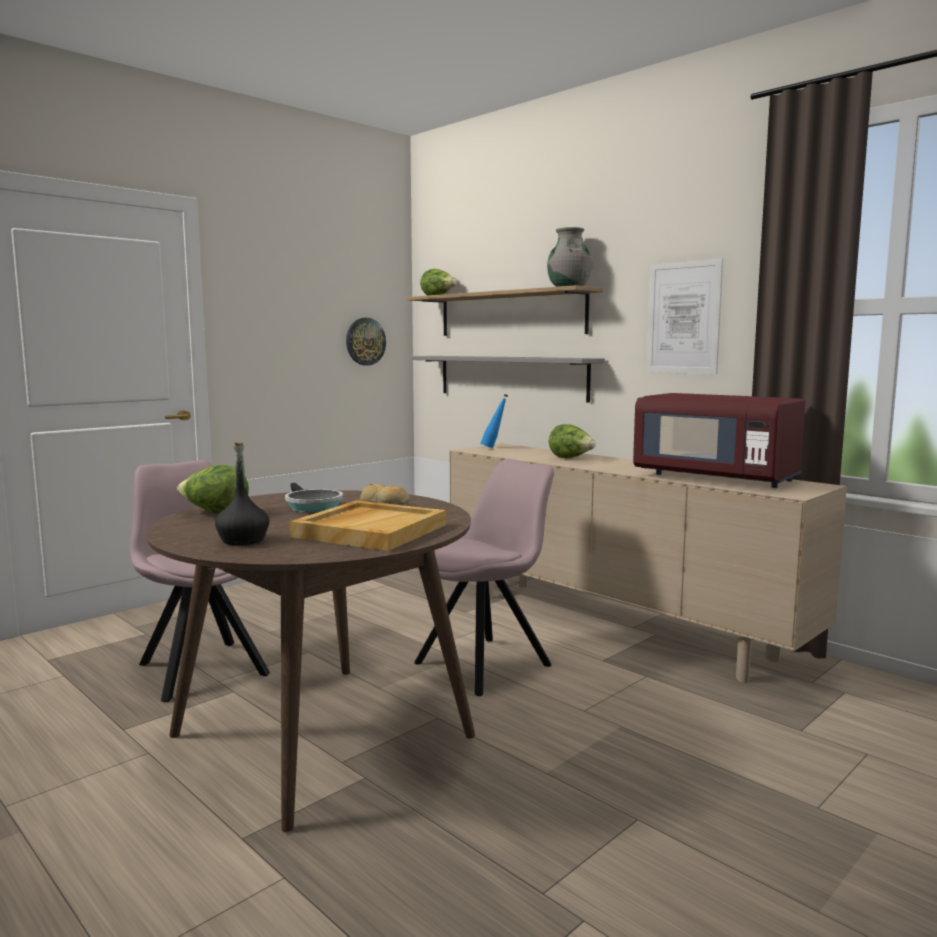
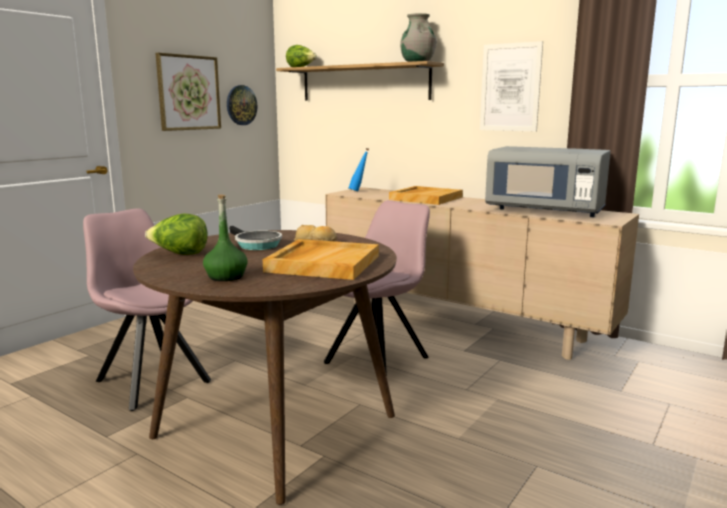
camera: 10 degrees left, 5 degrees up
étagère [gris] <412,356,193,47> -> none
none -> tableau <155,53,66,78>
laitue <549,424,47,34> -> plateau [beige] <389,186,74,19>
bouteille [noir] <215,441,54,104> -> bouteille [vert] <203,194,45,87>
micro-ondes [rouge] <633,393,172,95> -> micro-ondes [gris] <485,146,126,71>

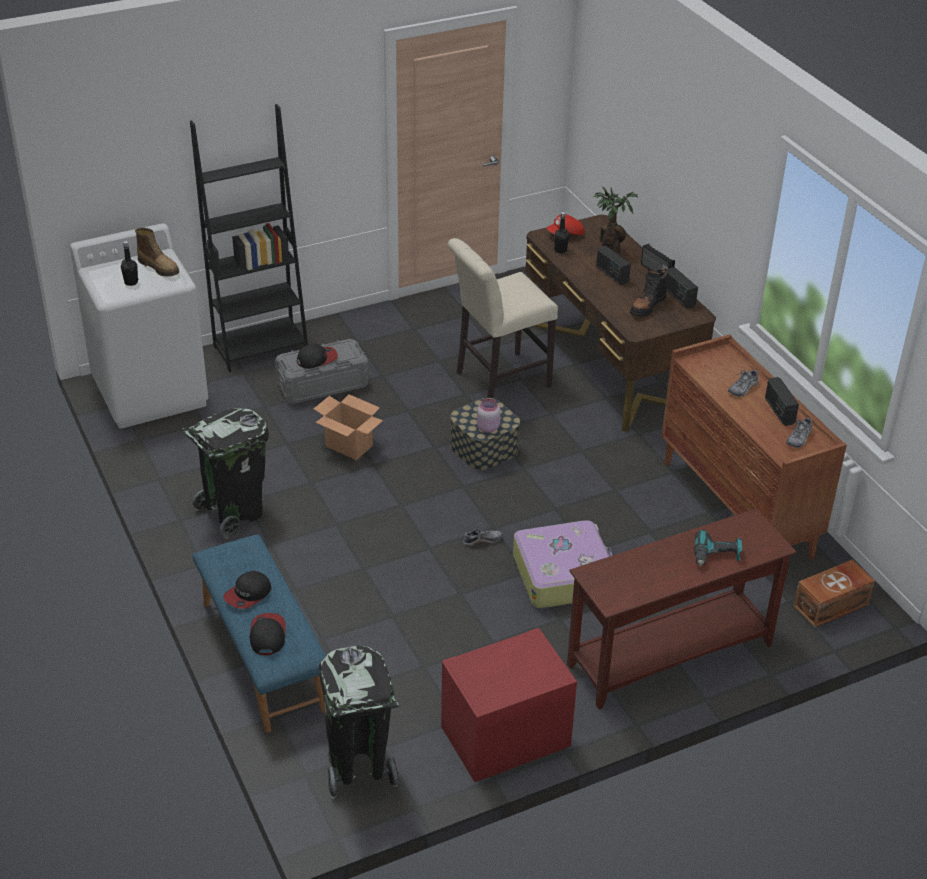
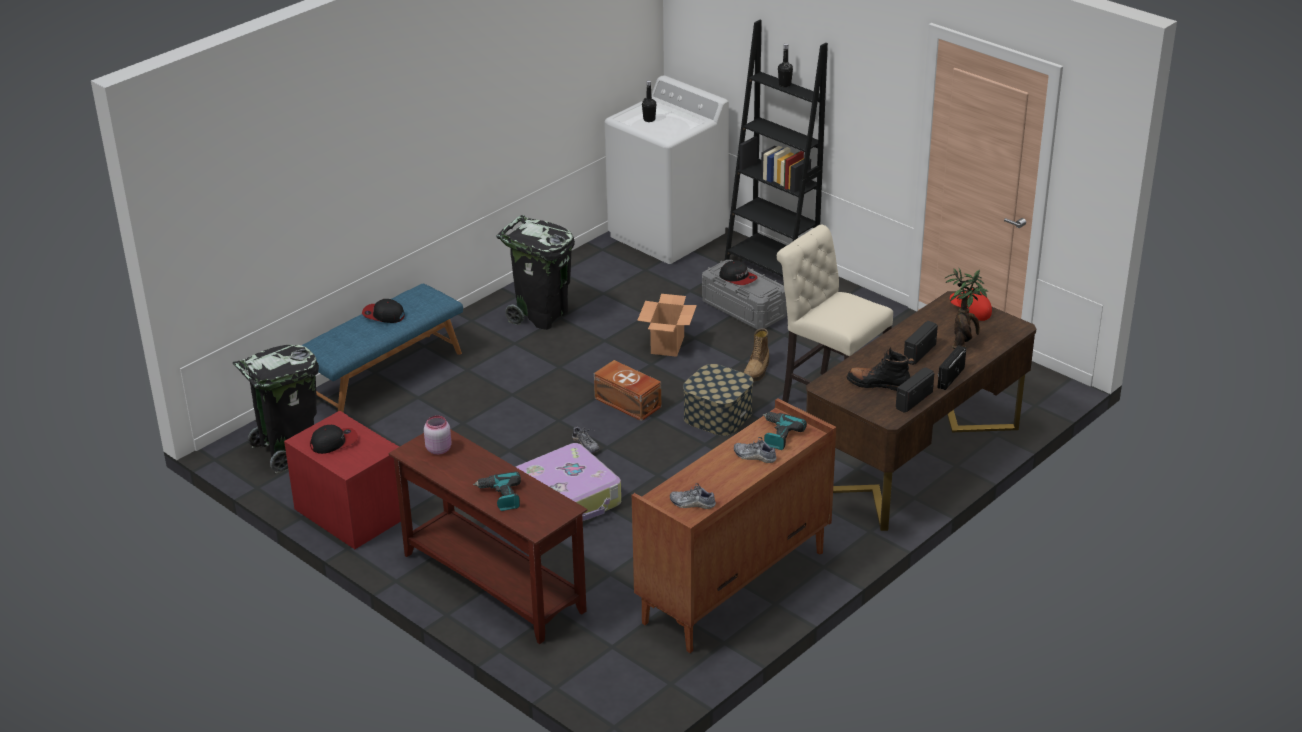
camera: 70 degrees right, 5 degrees down
radio <765,377,34,49> -> none
none -> perceuse <762,412,45,38>
botte <135,228,44,48> -> botte <744,328,25,54>, shifted
casquette <250,613,36,42> -> casquette <310,425,48,29>, shifted
bocal [rose] <477,399,23,34> -> bocal [rose] <424,415,28,40>, shifted
bouteille [noir] <554,212,15,42> -> bouteille [noir] <778,44,15,43>, shifted
boîte de rangement [marron] <793,559,82,69> -> boîte de rangement [marron] <594,360,67,61>, shifted

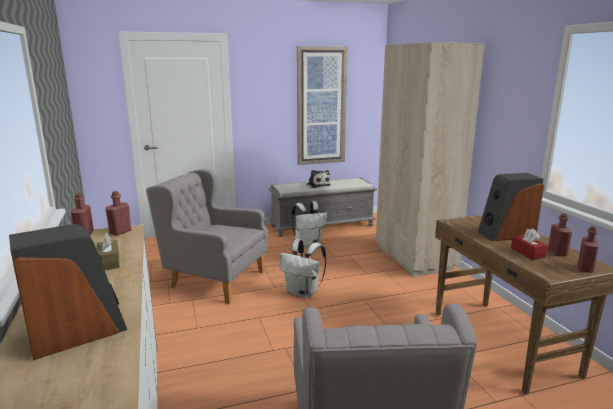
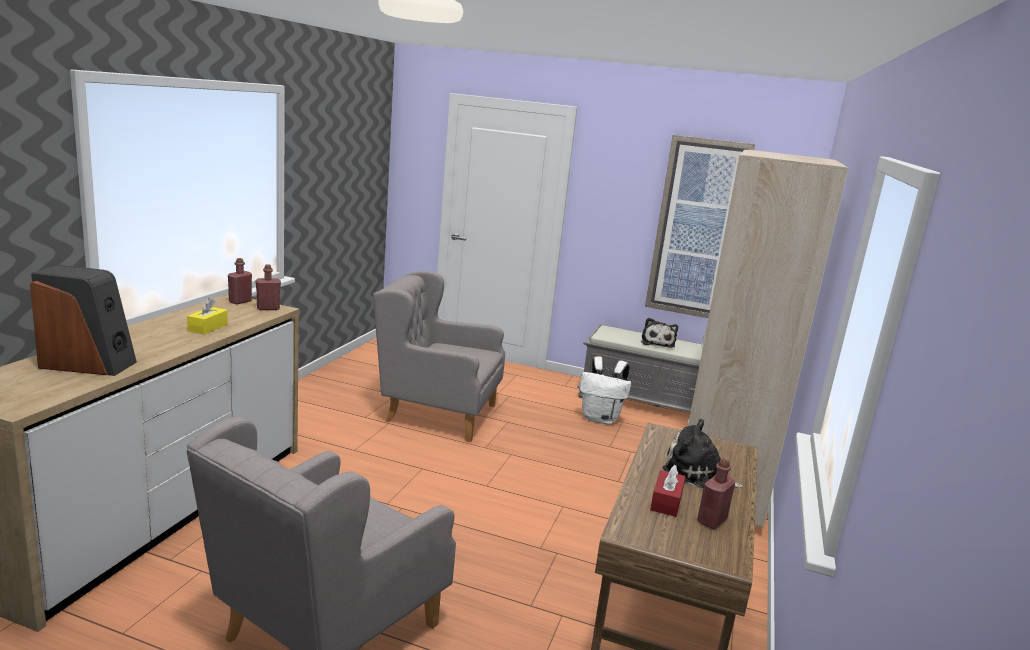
camera: 35 degrees right, 0 degrees up
sac à dos [blanc] <280,239,46,59> -> none
bouteille [rouge] <578,226,21,47> -> none
enceinte <478,173,66,68> -> peluche <662,419,81,69>
boîte à mouchoirs [marron] <96,233,24,37> -> boîte à mouchoirs [jaune] <187,298,41,37>
fauteuil [gris] <146,169,122,135> -> fauteuil [gris] <373,271,132,171>, 45 degrees counterclockwise

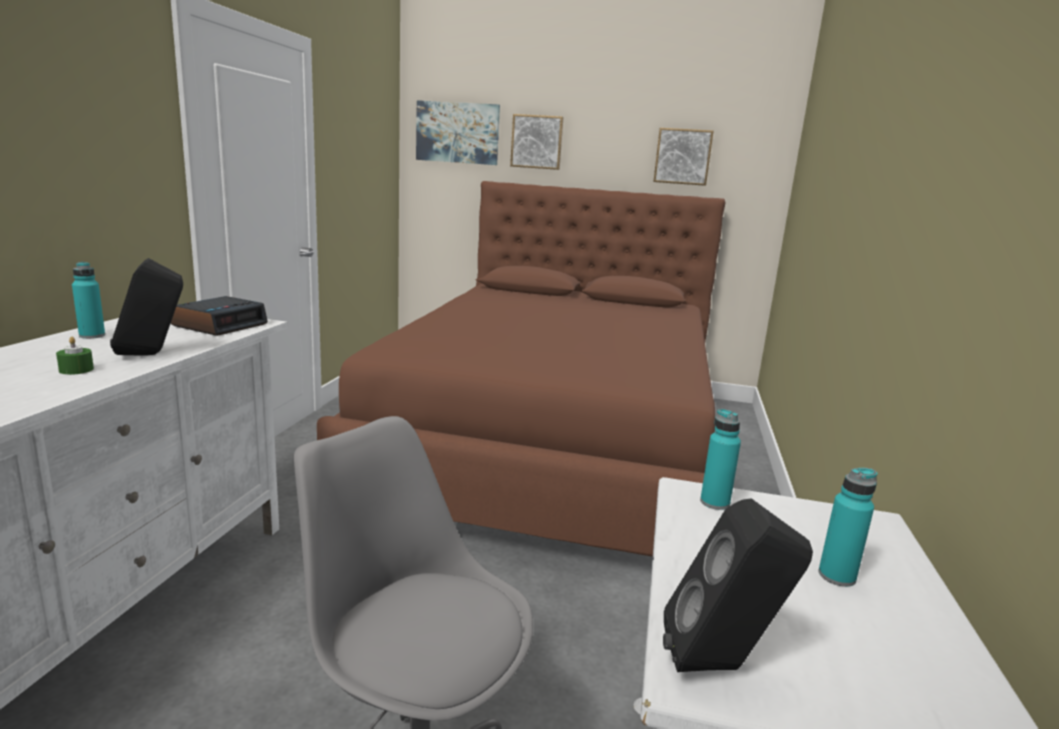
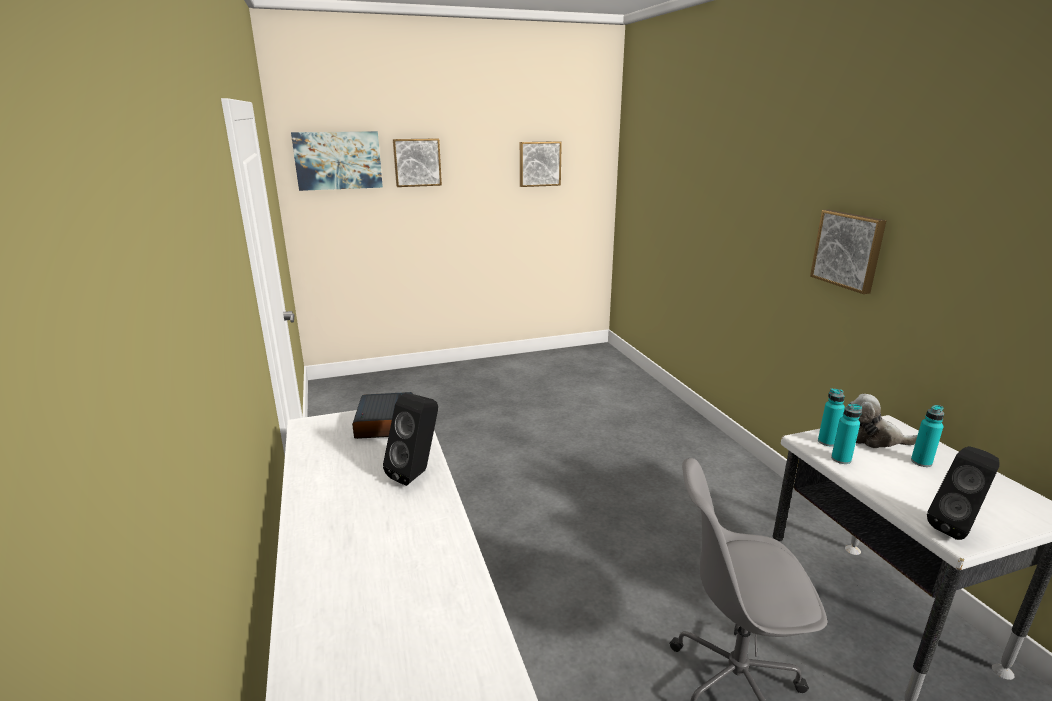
camera: 30 degrees left, 5 degrees up
bougie [vert] <56,336,38,39> -> none
lit [marron] <317,181,409,376> -> none
none -> tableau <810,209,76,85>
none -> peluche <846,394,72,54>
bouteille [turquoise] <72,262,33,77> -> bouteille [turquoise] <831,404,31,60>, shifted

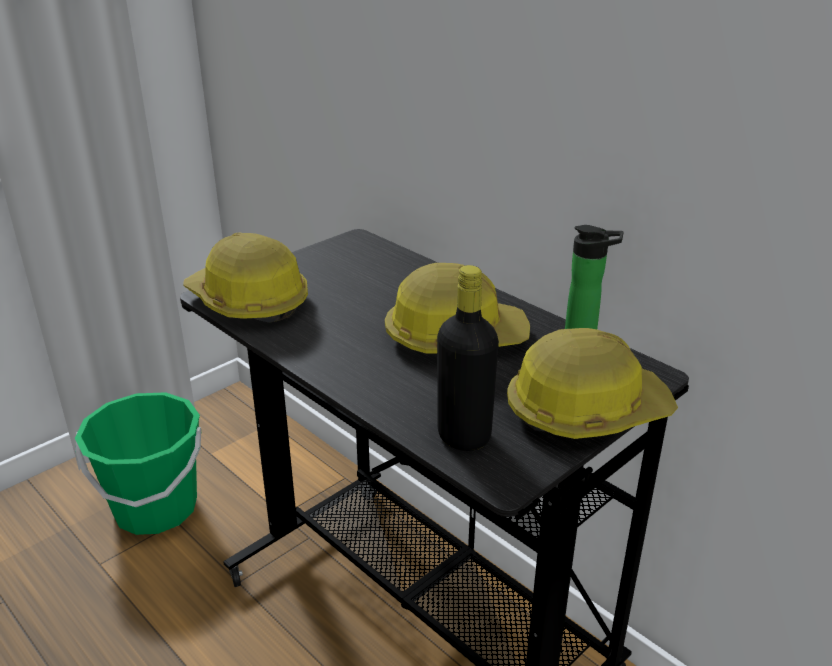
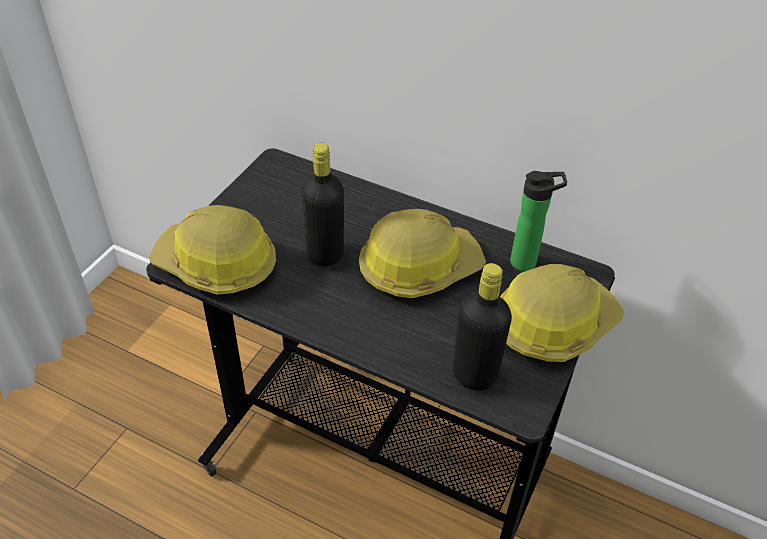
camera: 20 degrees left, 15 degrees up
seau [vert] <75,392,126,143> -> none
none -> bouteille [noir] <302,143,42,124>

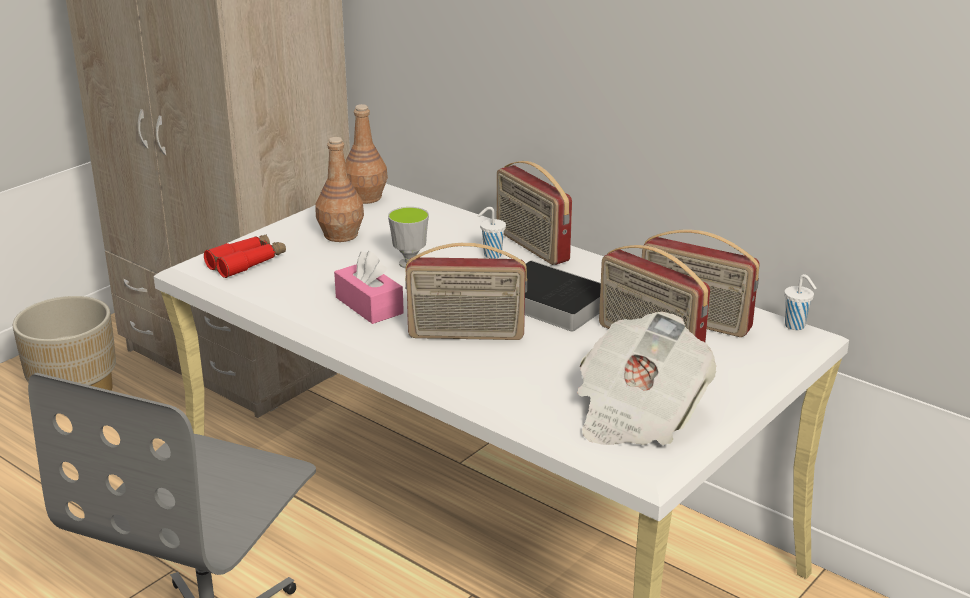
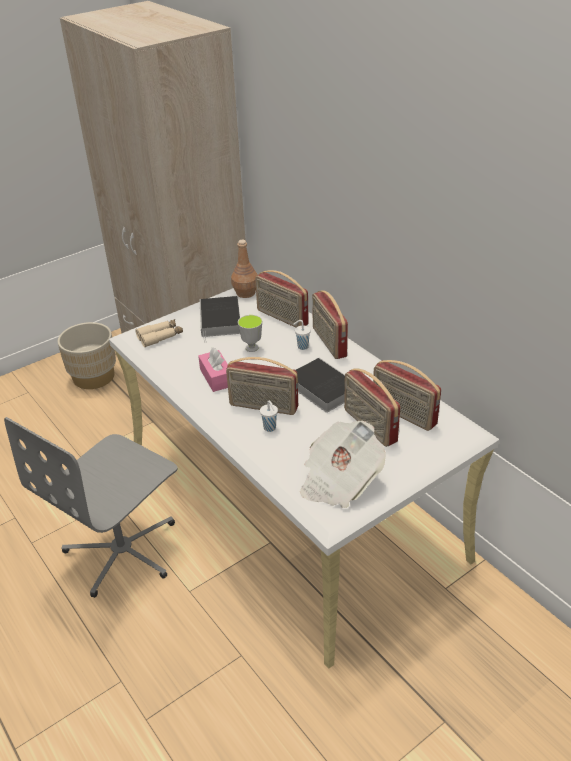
camera: 15 degrees right, 10 degrees up
none -> radio <255,270,54,57>
tasse [blanc] <784,274,32,56> -> tasse [blanc] <260,400,18,32>, shifted
bouteille [marron] <315,137,49,105> -> livre <200,296,40,47>
jumelles [rouge] <204,234,82,44> -> jumelles [beige] <135,319,48,28>

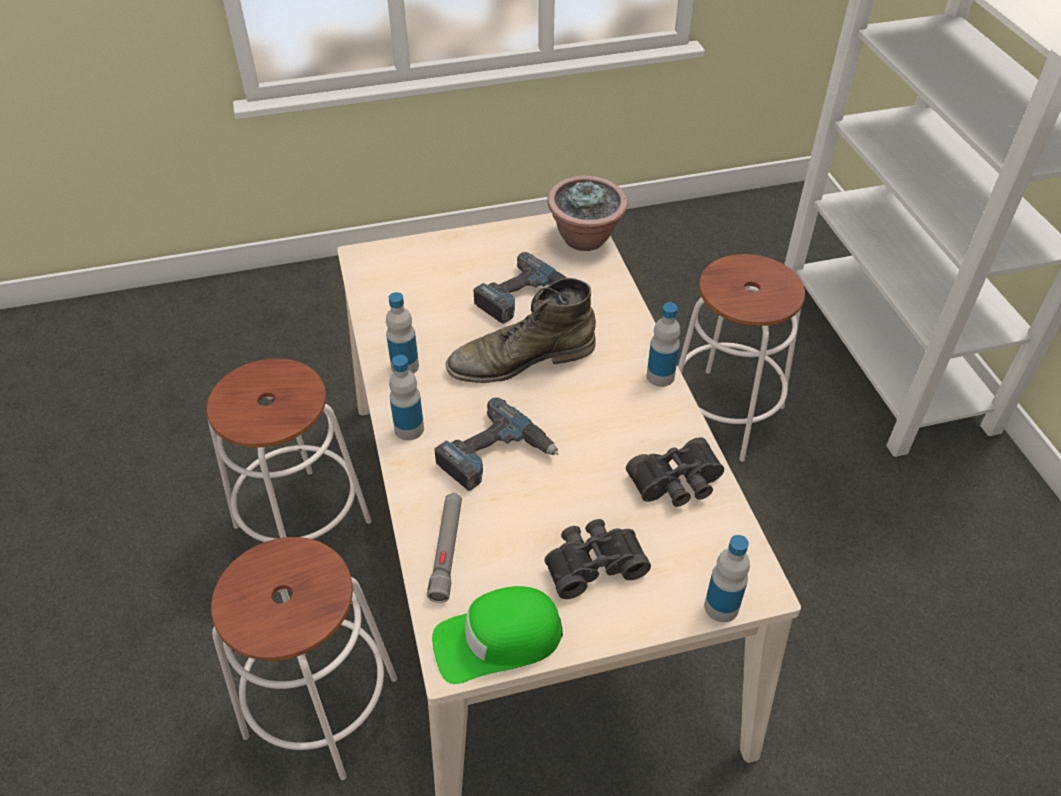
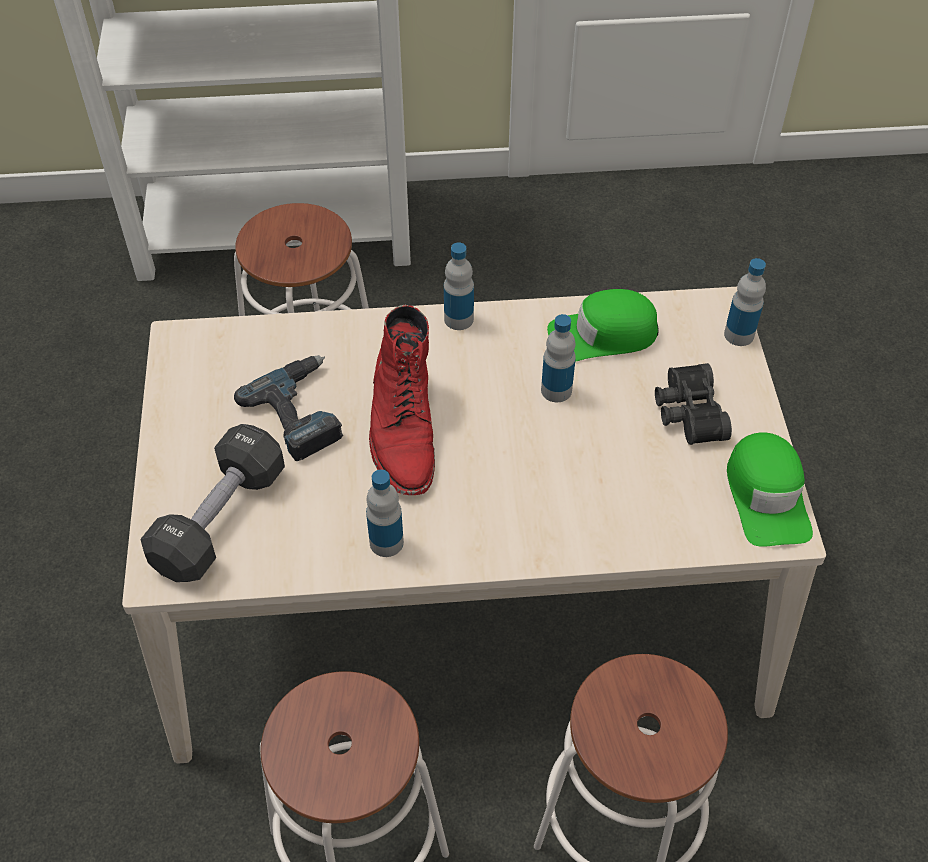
camera: 80 degrees left, 5 degrees up
lampe de poche [gris] <427,493,35,110> -> none
perceuse <434,397,125,94> -> none
plante en pot <547,176,81,75> -> none
none -> haltère [noir] <141,424,144,158>
bouteille <389,355,35,85> -> bouteille <541,314,35,88>, shifted
jumelles [noir] <626,437,98,70> -> casquette [vert] <547,289,112,73>
botte [vert] <446,278,150,105> -> botte [rouge] <369,305,66,190>

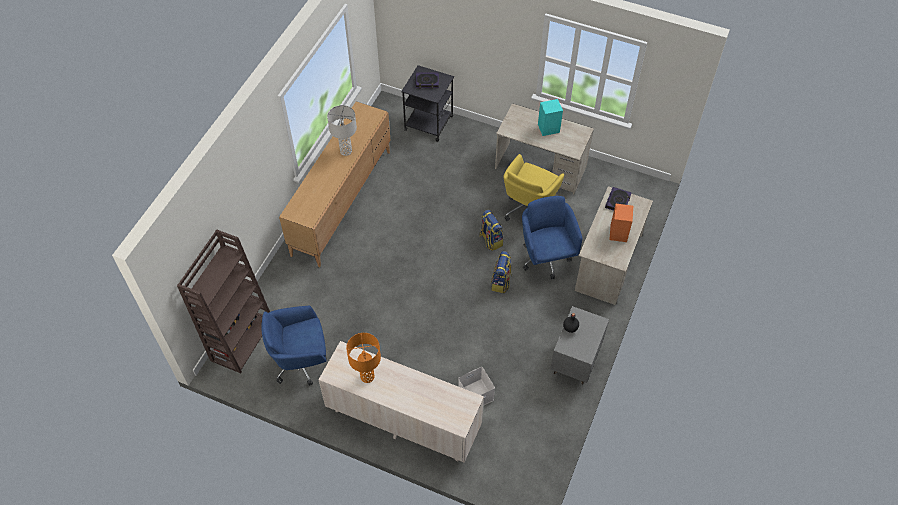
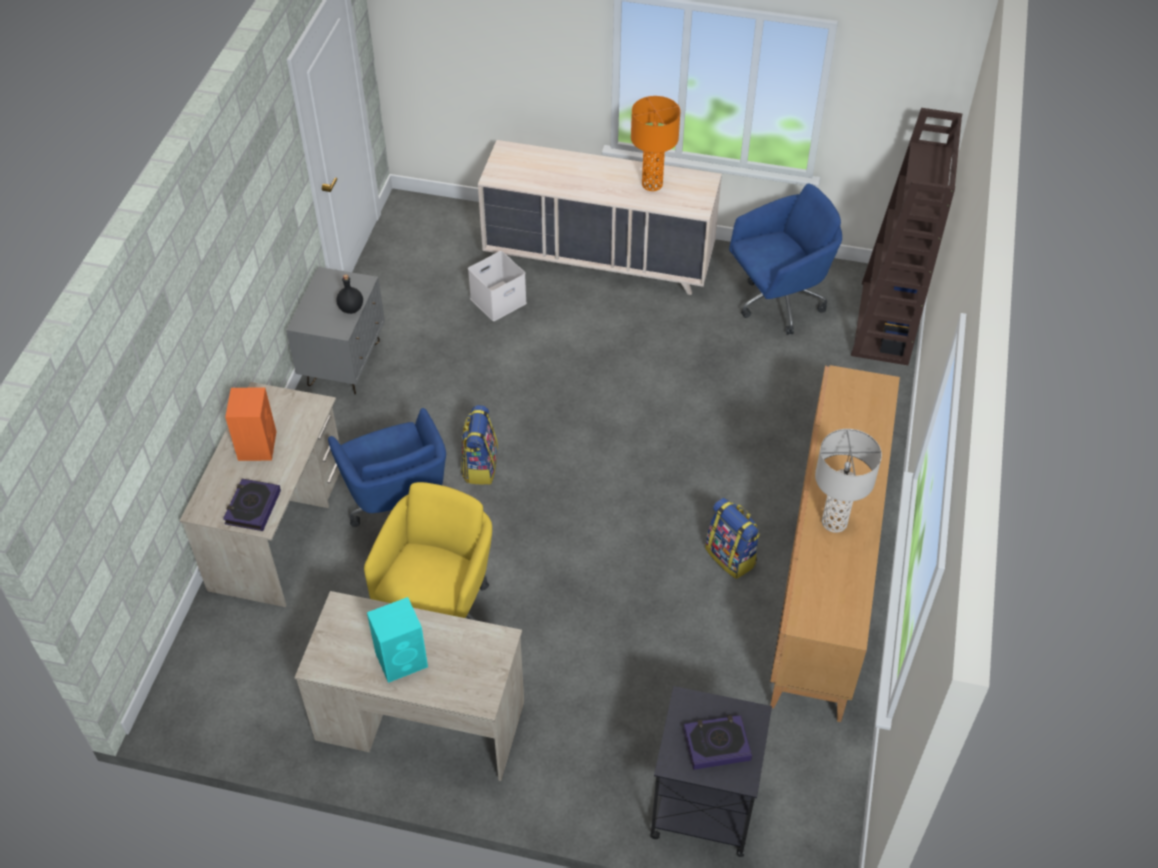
camera: 170 degrees right, 5 degrees down
sac à dos <479,210,24,41> -> sac à dos <705,498,55,81>, shifted

